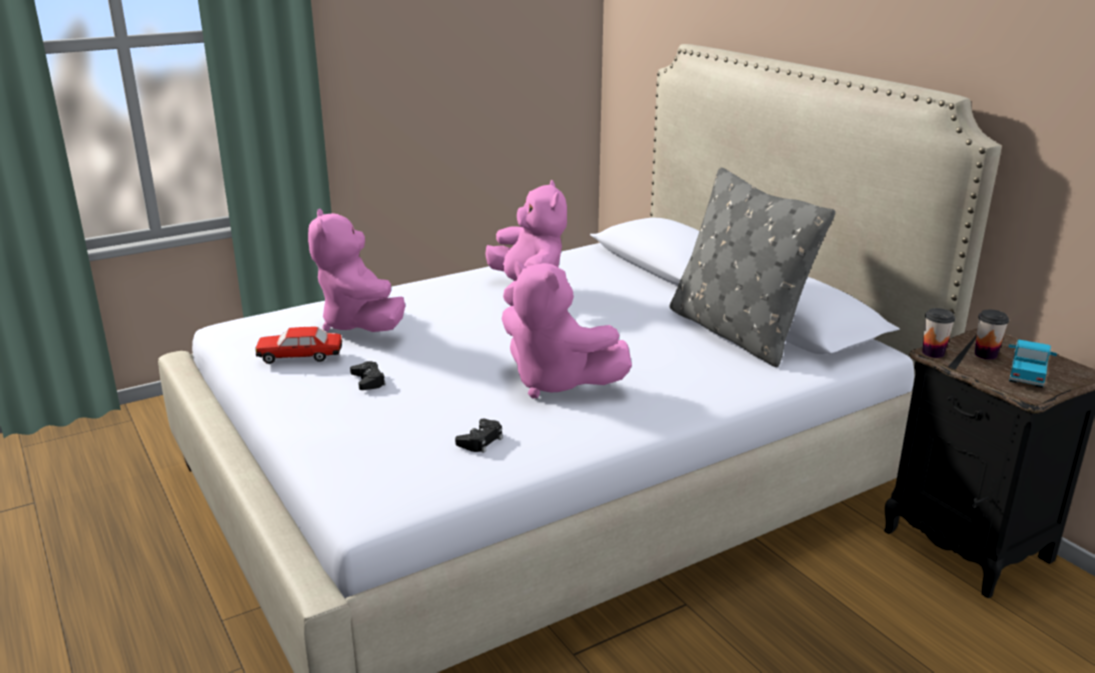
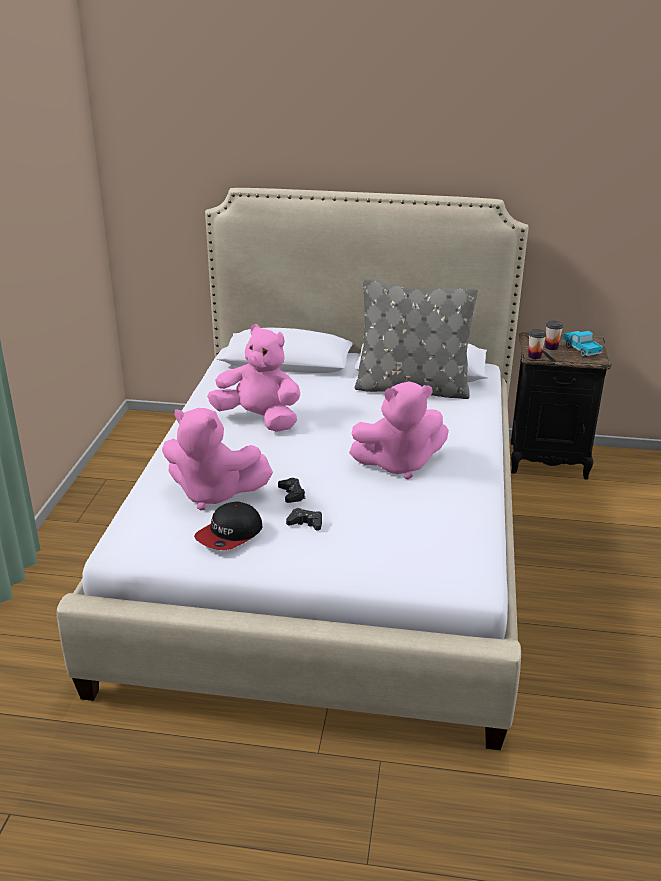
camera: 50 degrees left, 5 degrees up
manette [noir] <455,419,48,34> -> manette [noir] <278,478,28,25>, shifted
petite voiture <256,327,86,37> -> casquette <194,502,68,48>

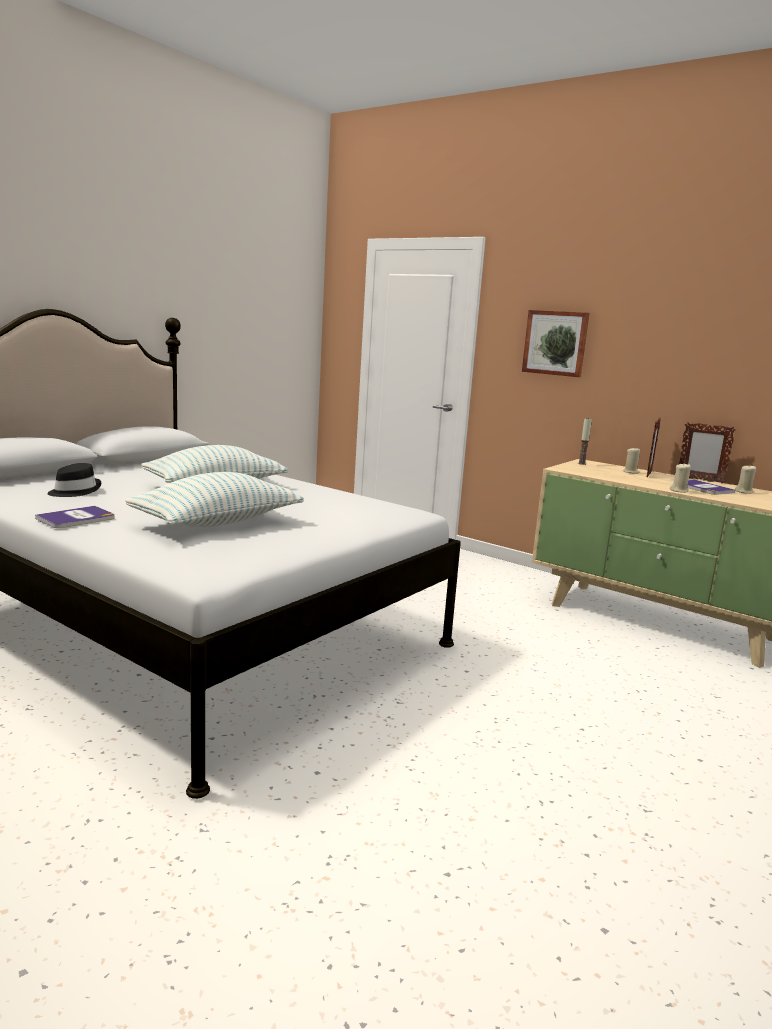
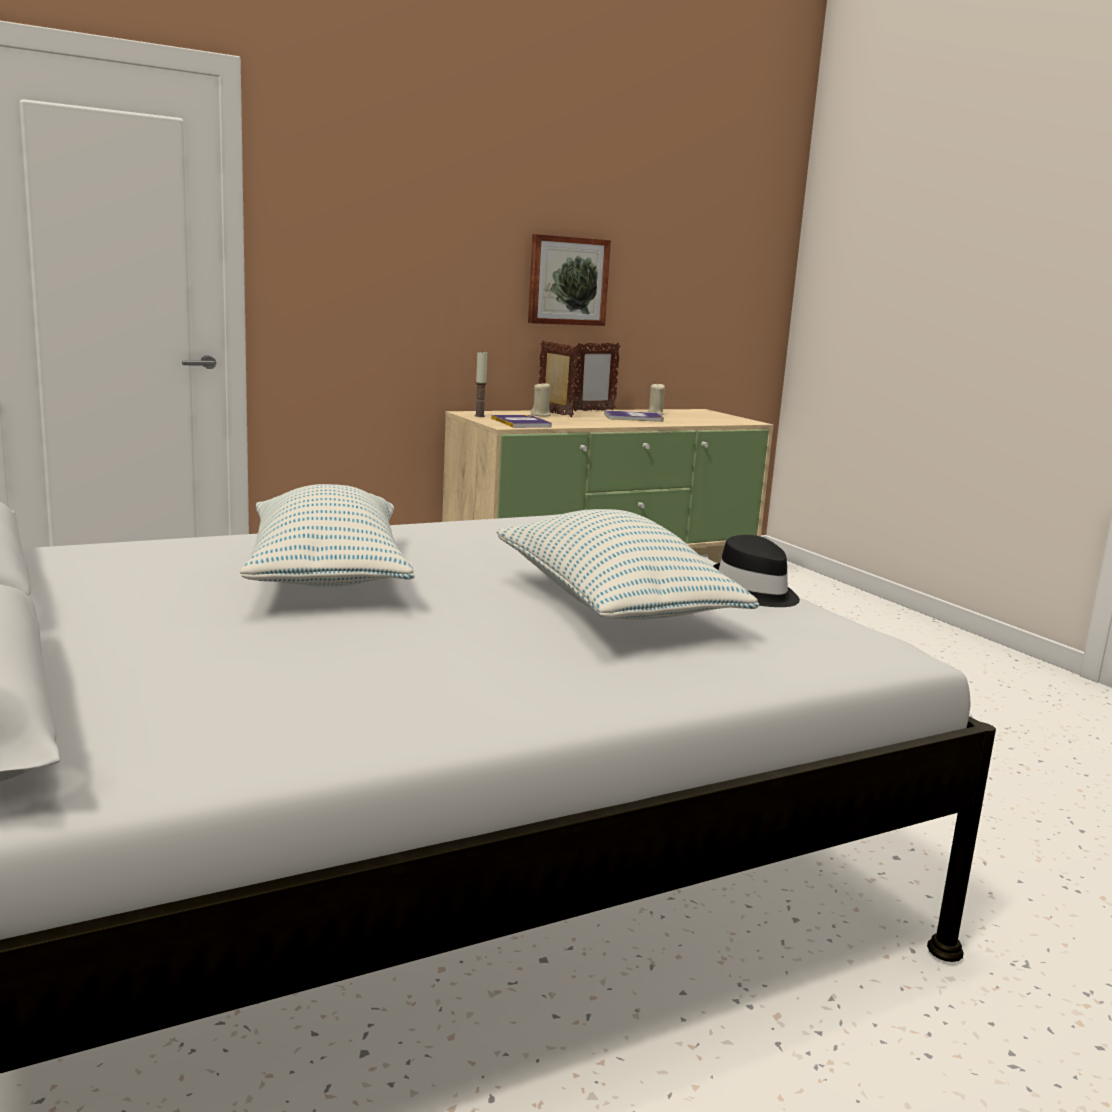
camera: 65 degrees left, 0 degrees up
bougie [beige] <670,464,21,29> -> none
livre <35,506,80,22> -> livre <491,415,61,13>, shifted
chapeau [noir] <47,463,54,34> -> chapeau [noir] <713,535,87,72>, shifted
tableau <522,310,68,67> -> tableau <528,234,83,92>, shifted

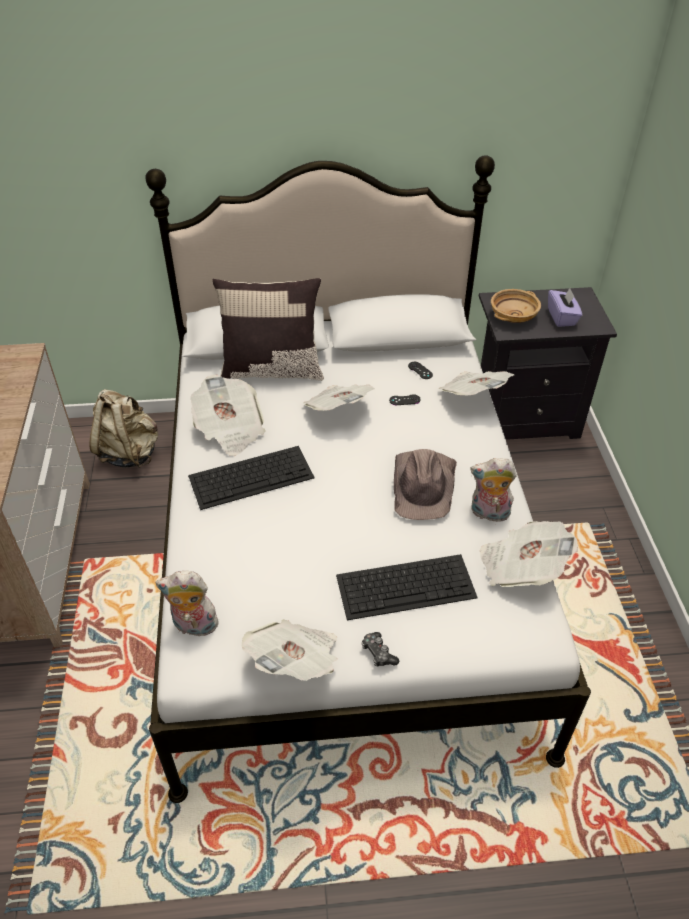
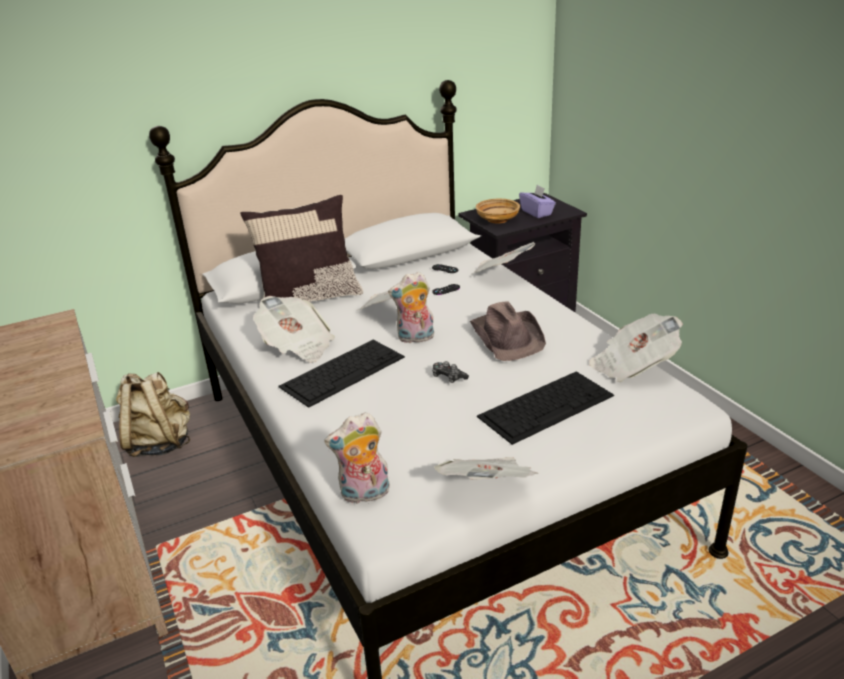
camera: 20 degrees left, 15 degrees down
manette <361,632,38,34> -> manette <432,361,37,22>, shifted
peluche <470,458,47,64> -> peluche <388,272,46,71>, shifted

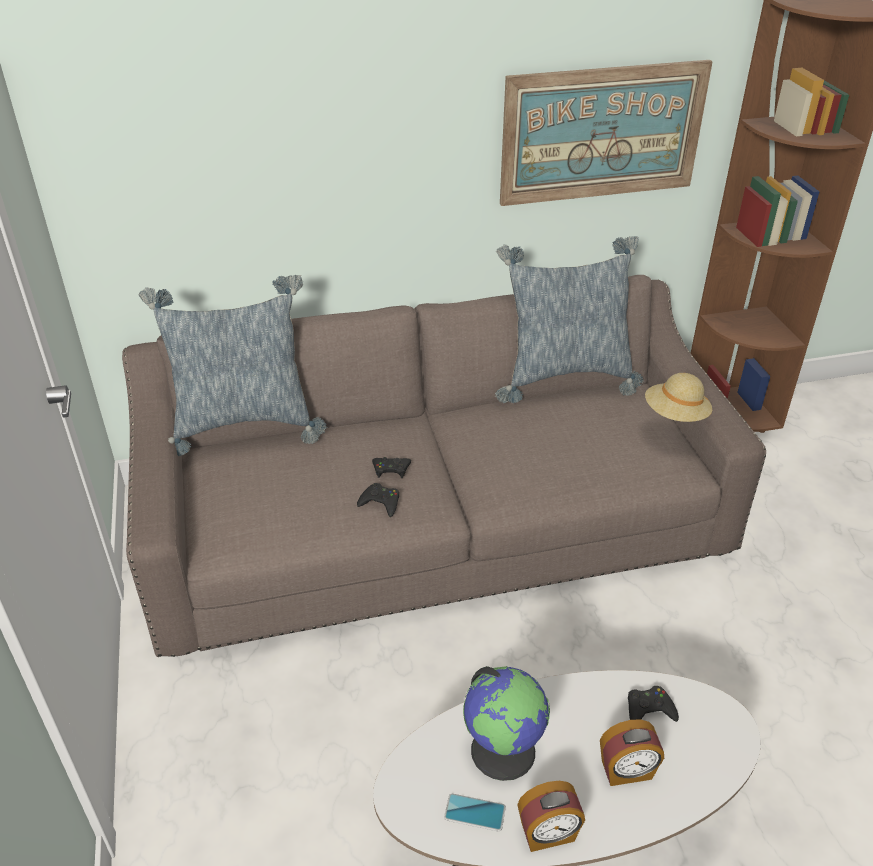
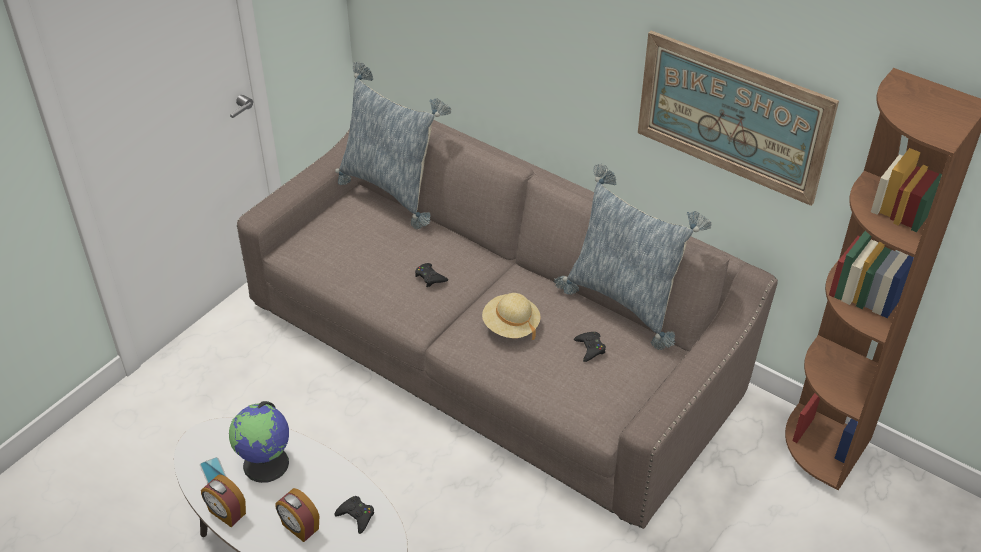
camera: 50 degrees right, 5 degrees up
manette [noir] <357,483,42,34> -> manette [noir] <574,332,32,30>, shifted
chapeau [beige] <645,373,67,49> -> chapeau [beige] <482,293,59,47>, shifted

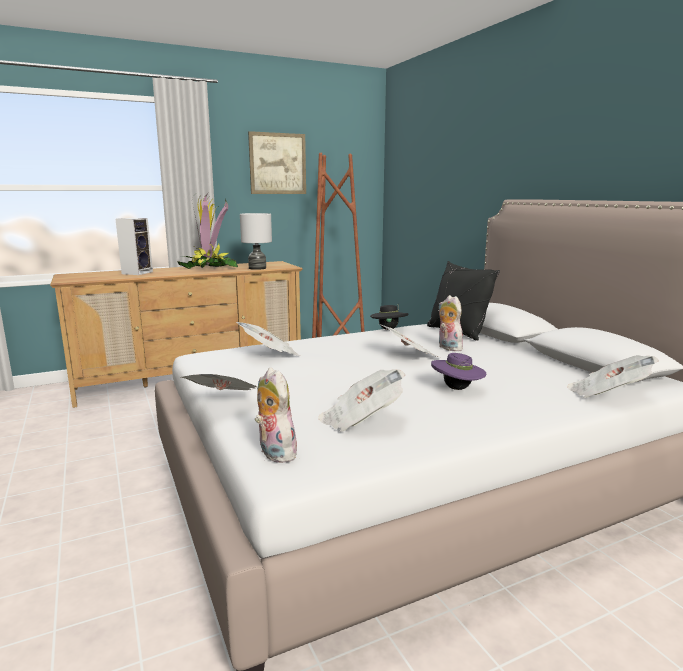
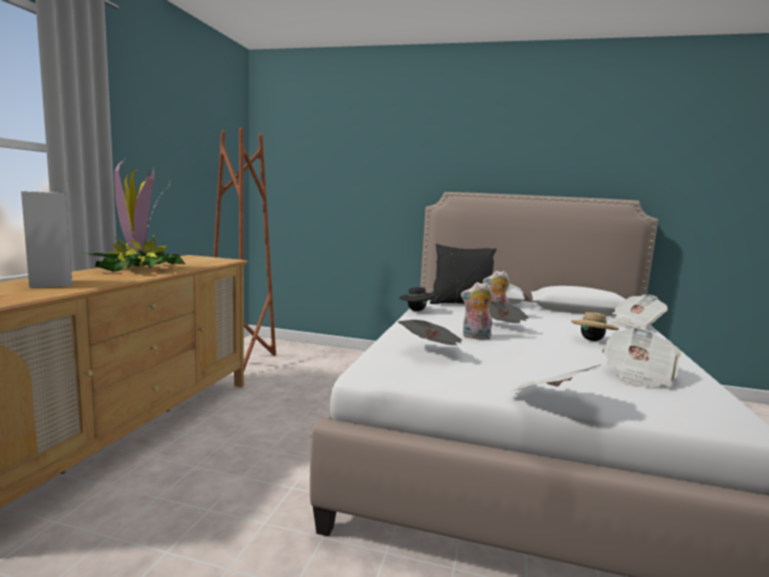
camera: 50 degrees left, 5 degrees down
lampe de table [gris] <240,213,32,57> -> none
tableau <248,131,58,63> -> none
peluche <255,367,45,96> -> peluche <461,282,32,57>, shifted
chapeau [violet] <431,353,55,37> -> chapeau [beige] <571,312,48,29>

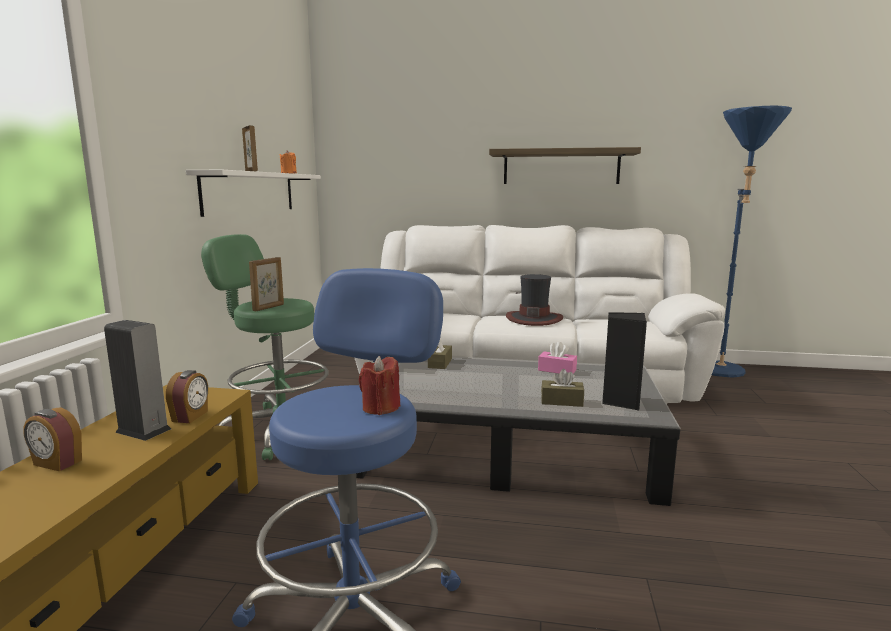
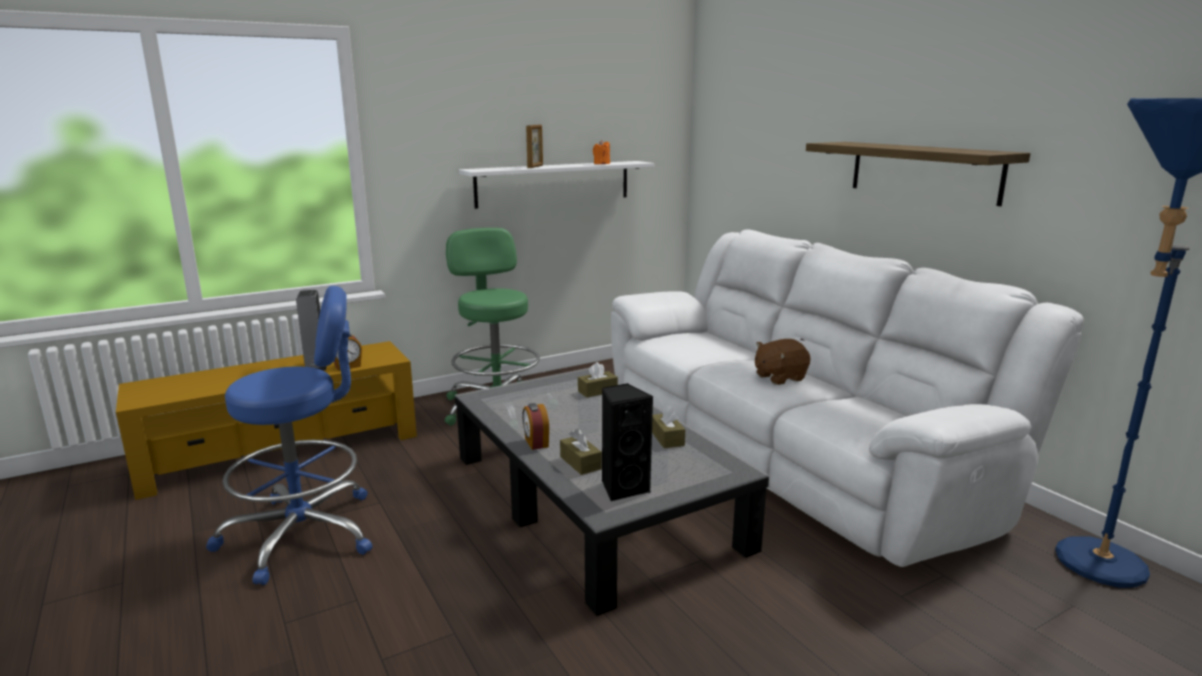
camera: 50 degrees right, 5 degrees up
cadre photo <249,257,35,54> -> none
bougie [rouge] <359,356,41,59> -> none
réveil <23,407,59,64> -> réveil <522,403,27,47>, shifted
chapeau <506,274,57,52> -> peluche [marron] <755,339,55,46>
boîte à mouchoirs [rose] <538,341,39,33> -> boîte à mouchoirs [marron] <652,405,33,43>

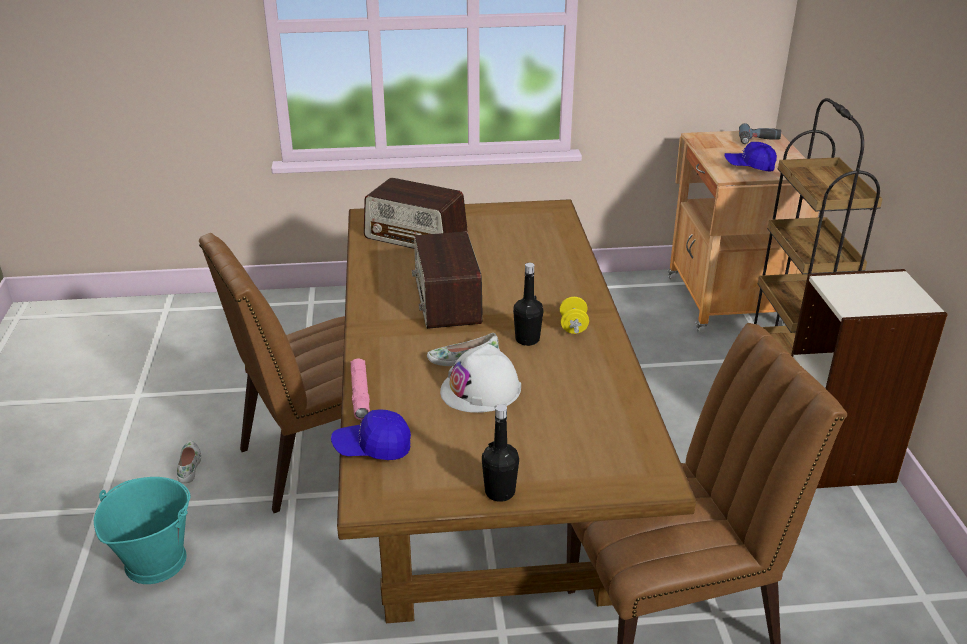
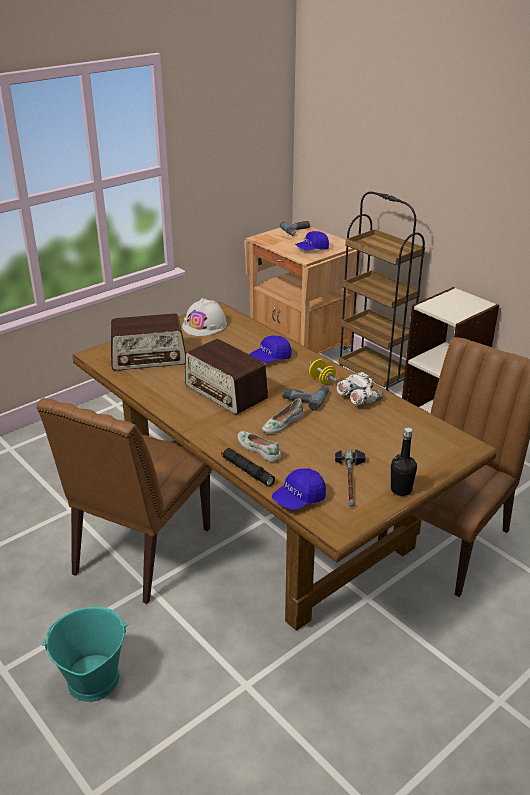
camera: 35 degrees left, 0 degrees up
none -> casquette [bleu] <249,336,42,27>
none -> marteau <335,449,31,58>
none -> jumelles [blanc] <337,372,46,33>
chaussure [blanc] <177,440,24,44> -> chaussure [blanc] <238,431,43,31>, shifted
casque de chantier [blanc] <440,344,81,69> -> casque de chantier [blanc] <182,298,45,38>, shifted
bouteille [noir] <513,263,31,83> -> perceuse <282,385,47,26>
lampe de poche [rose] <350,358,20,62> -> lampe de poche [noir] <221,448,54,39>

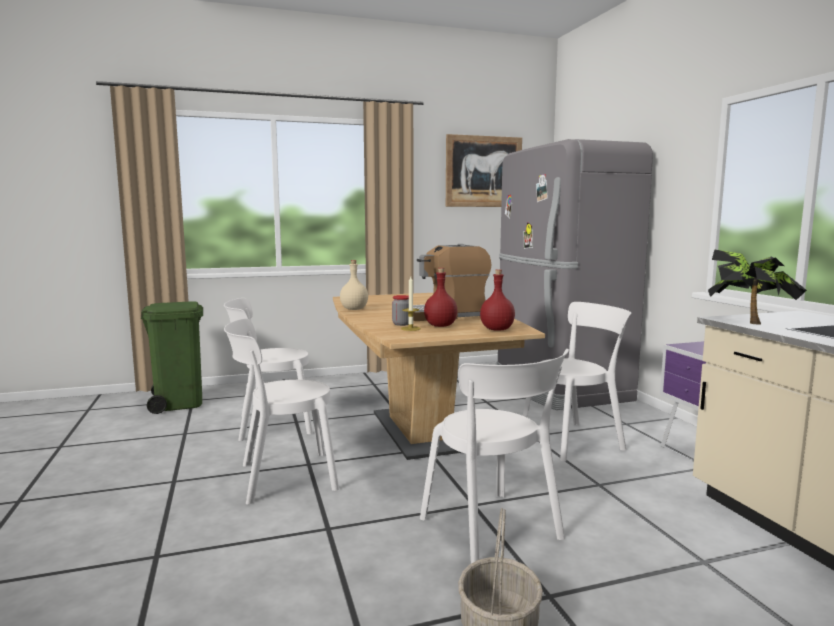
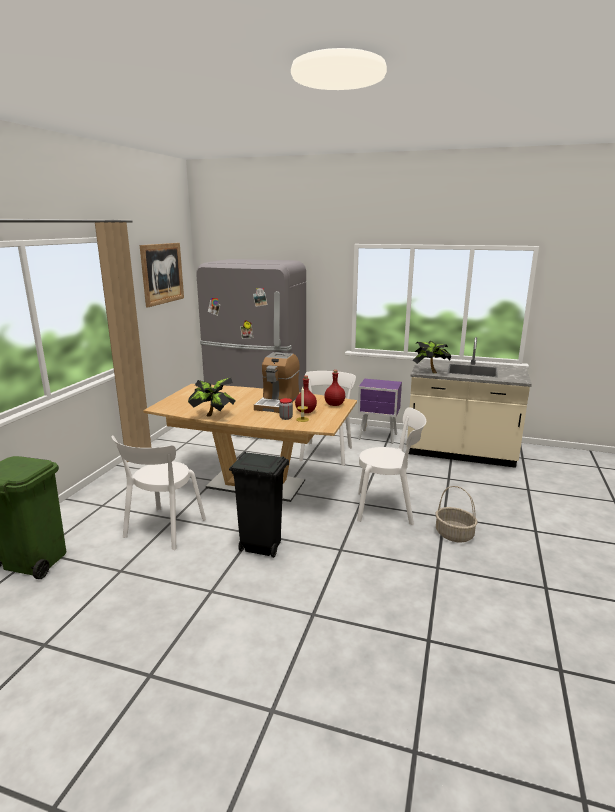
camera: 55 degrees left, 10 degrees up
chaise [blanc] <224,318,115,186> -> poubelle [noir] <229,451,60,107>
bouteille [beige] <340,260,28,50> -> plante en pot <188,378,48,39>

